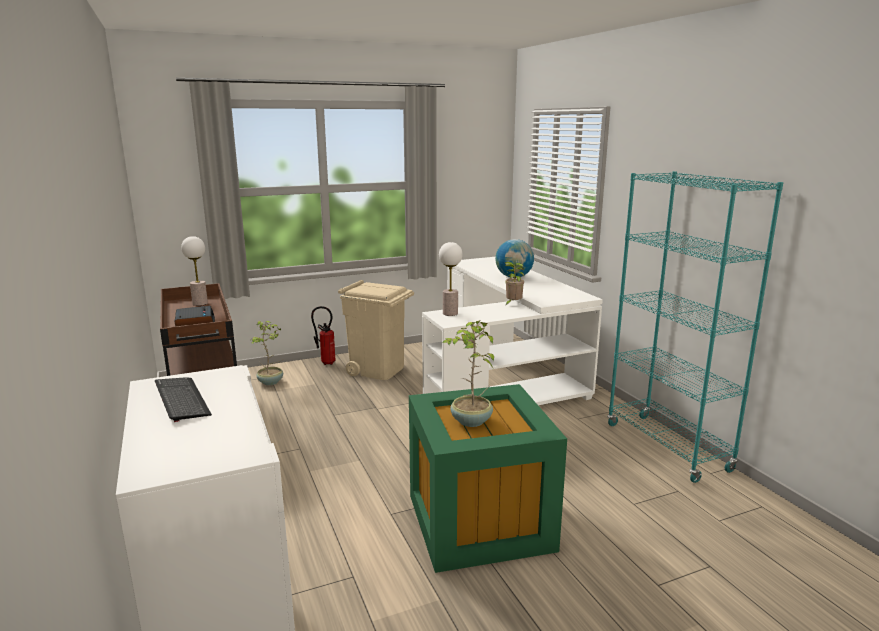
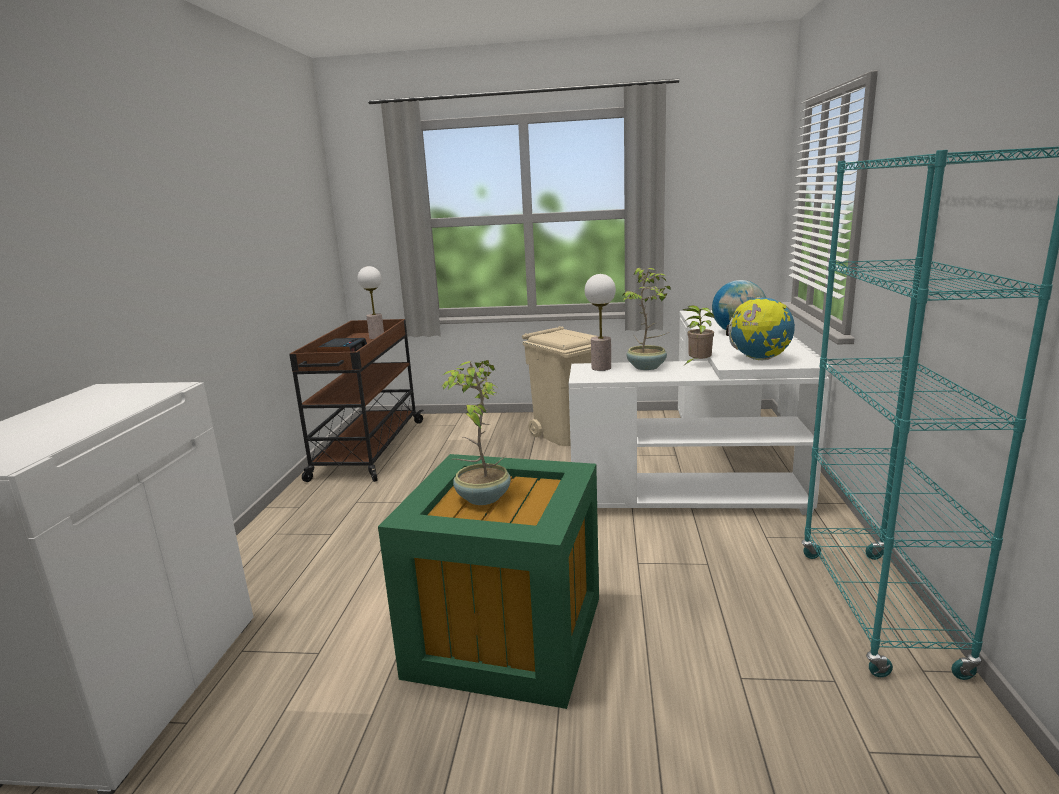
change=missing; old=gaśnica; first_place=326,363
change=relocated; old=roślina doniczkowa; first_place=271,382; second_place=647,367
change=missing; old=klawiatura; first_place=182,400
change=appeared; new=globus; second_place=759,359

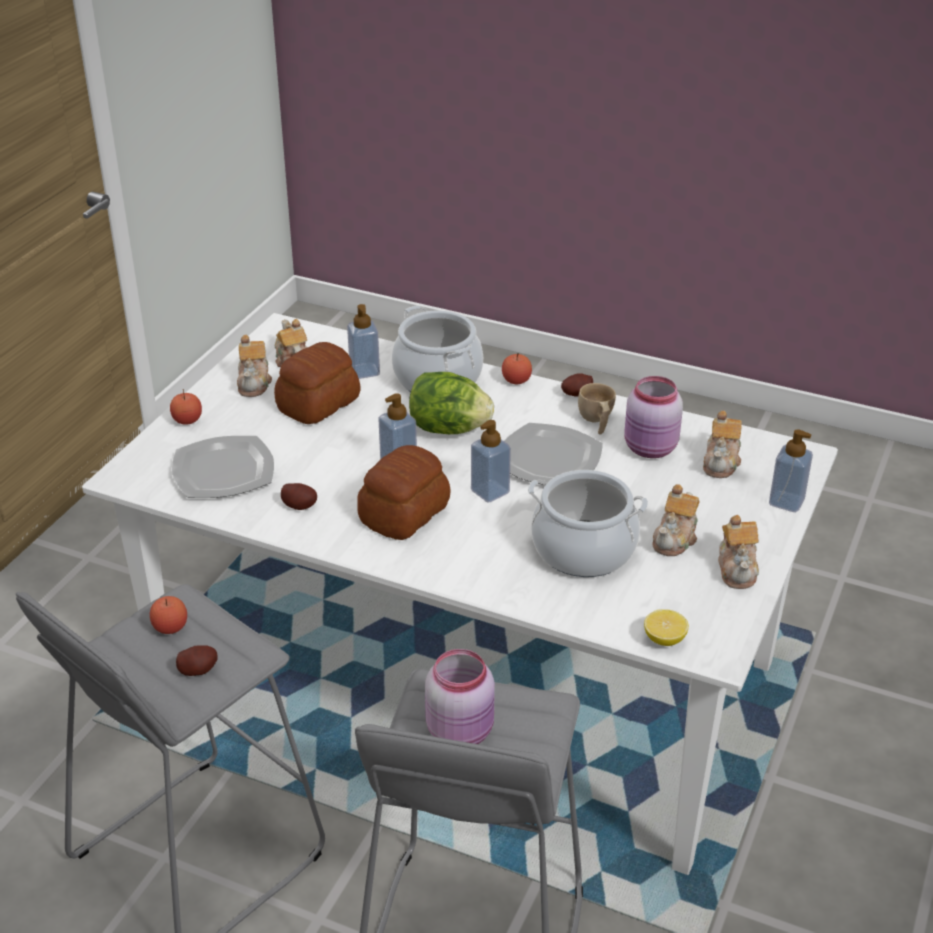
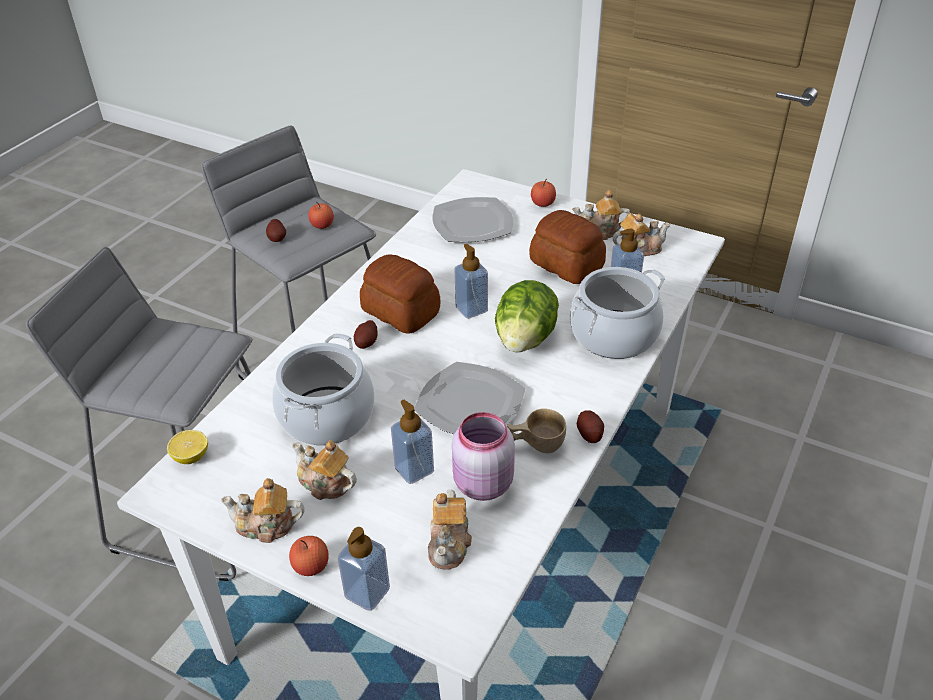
change=relocated; old=jabłko; first_place=516,380; second_place=311,566
change=spun; old=imbryk; first_place=721,462; second_place=449,543; degrees=-105
change=relocated; old=dozownik mydła; first_place=490,491; second_place=414,470
change=relocated; old=ziemniak; first_place=300,505; second_place=366,343
change=missing; old=słoik/różowy; first_place=462,731

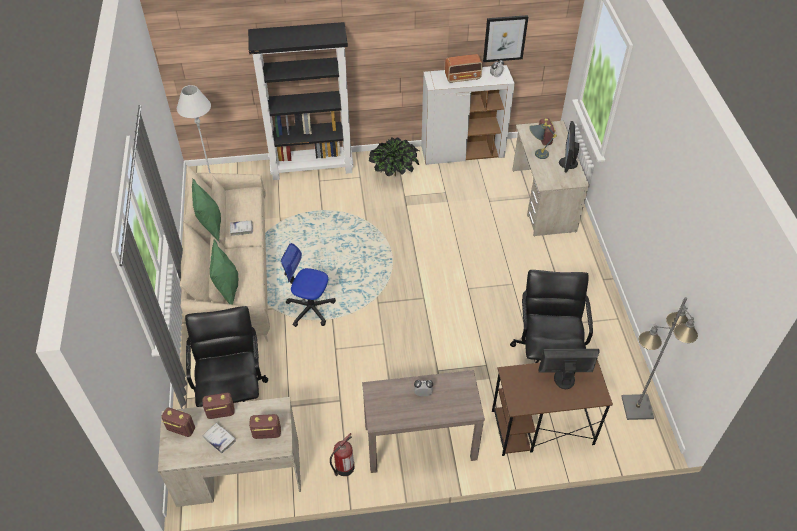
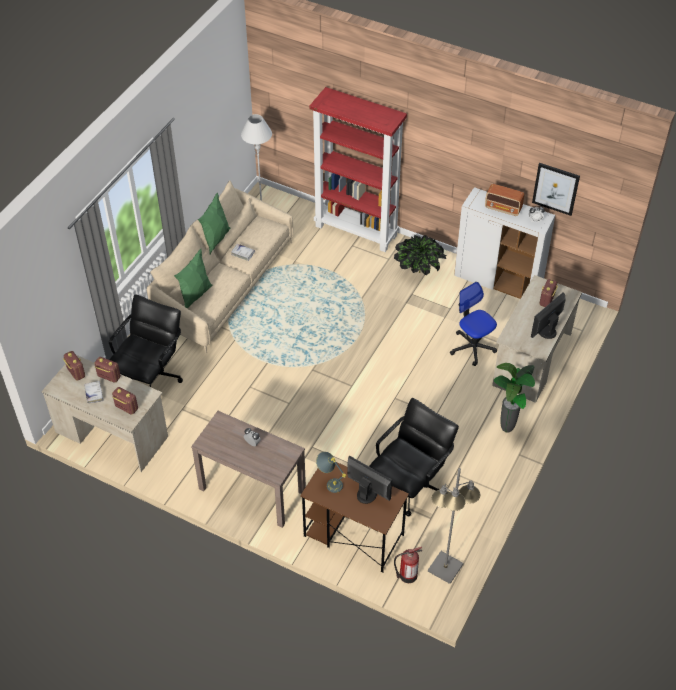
change=colour; old=regał/czarny; new=regał/czerwony; first_place=312,167; second_place=357,231
change=relocated; old=lampa stołowa/szary; first_place=536,154; second_place=329,482
change=relocated; old=krzesło biurowe; first_place=310,308; second_place=472,347
change=relocated; old=gaśnica; first_place=343,468; second_place=407,575
change=appeared; new=roślina doniczkowa; second_place=507,430

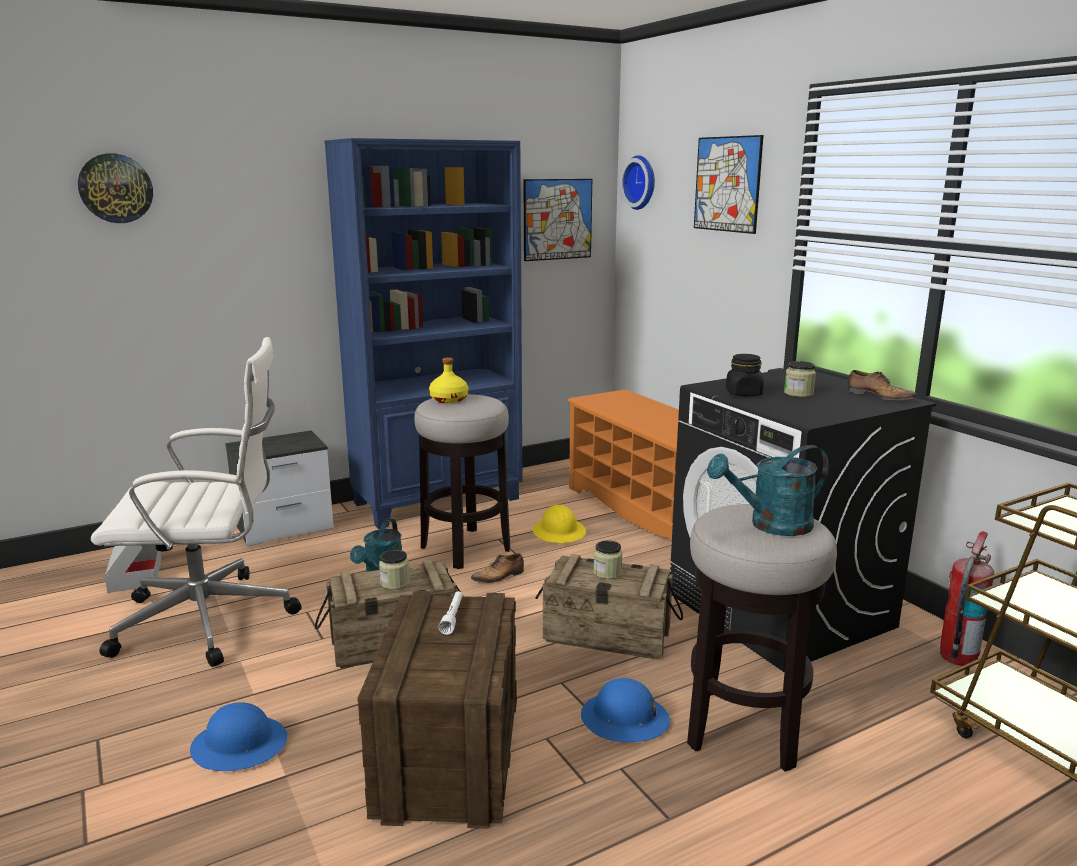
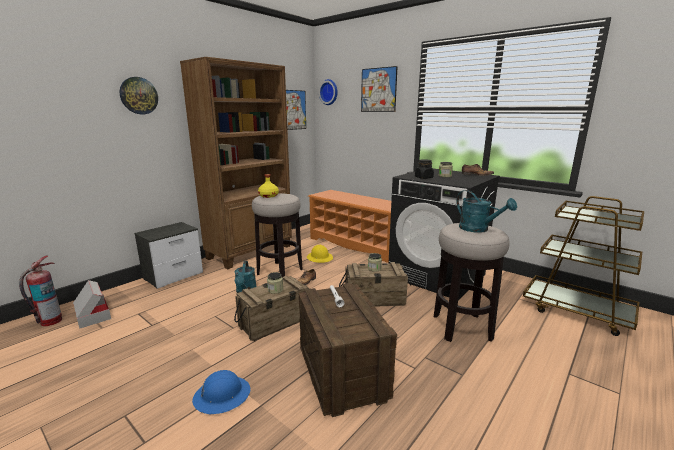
change=colour; old=regał/niebieski; new=regał/brązowy; first_place=438,501; second_place=251,252
change=relocated; old=zegar ścienny; first_place=115,188; second_place=139,95
change=missing; old=krzesło biurowe/biały; first_place=211,620
change=spun; old=konewka/turkusowy; first_place=771,525; second_place=478,229; degrees=-90
change=relocated; old=gaśnica; first_place=957,657; second_place=50,321
change=missing; old=kask/niebieski; first_place=625,720

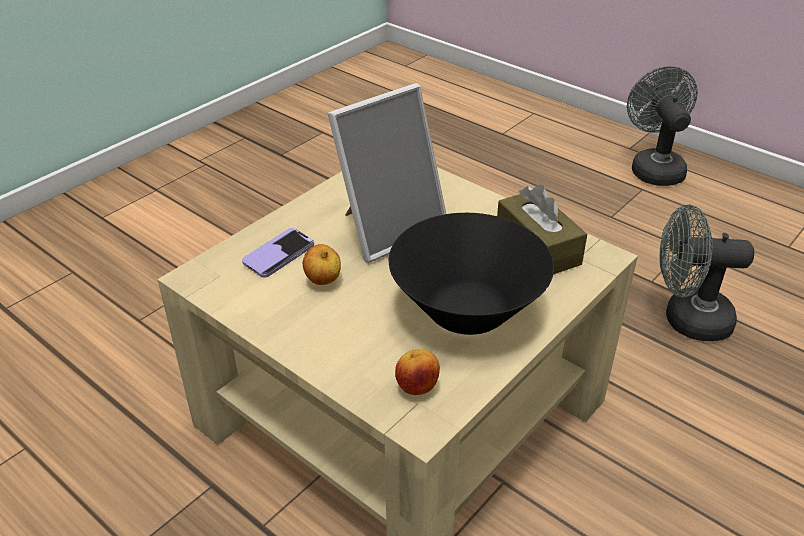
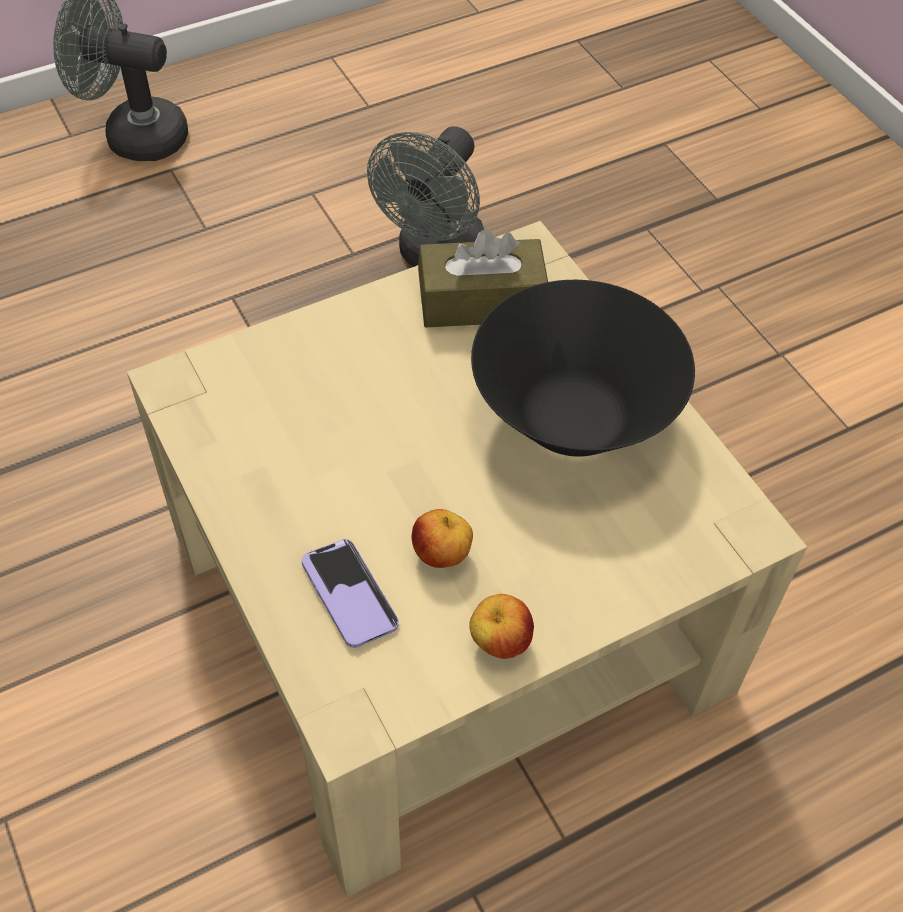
change=missing; old=ramka na zdjęcie; first_place=388,228
change=relocated; old=jabłko; first_place=416,387; second_place=499,642

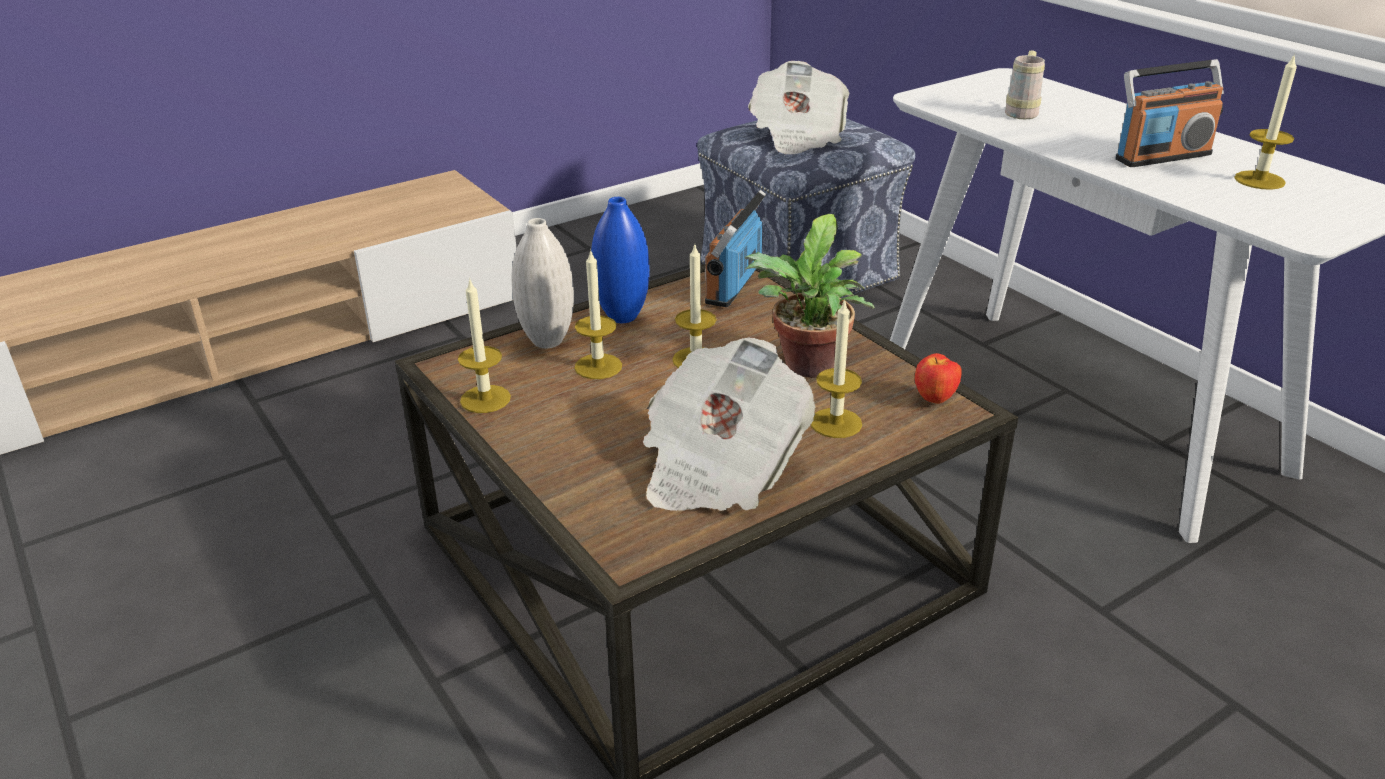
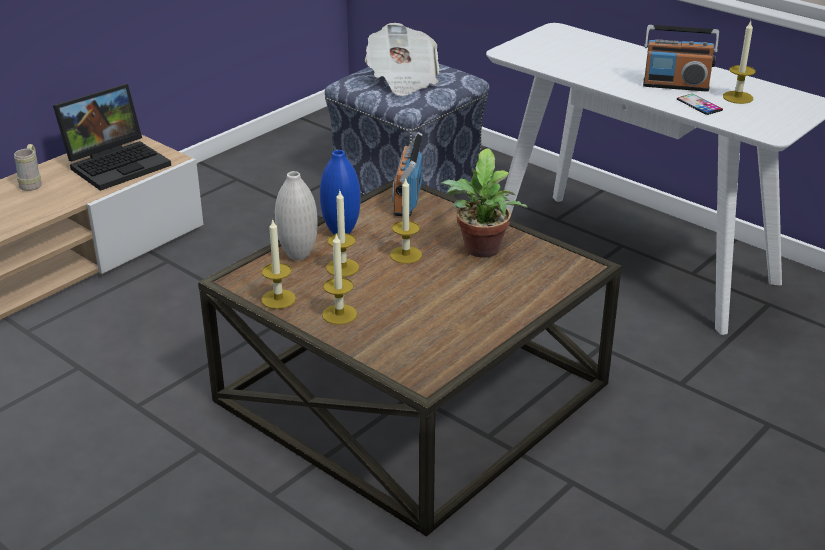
change=relocated; old=kubek/beżowy; first_place=1022,112; second_place=32,183
change=spun; old=radio; first_place=1162,156; second_place=675,85; degrees=45
change=relocated; old=świeca; first_place=836,423; second_place=339,314
change=missing; old=gazeta; first_place=719,467
change=missing; old=jabłko; first_place=935,400
change=appeared; new=laptop; second_place=118,163
change=appeared; new=telefon; second_place=699,105

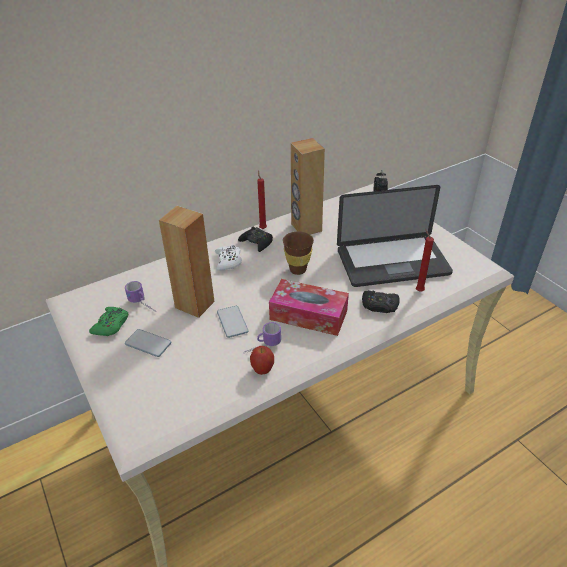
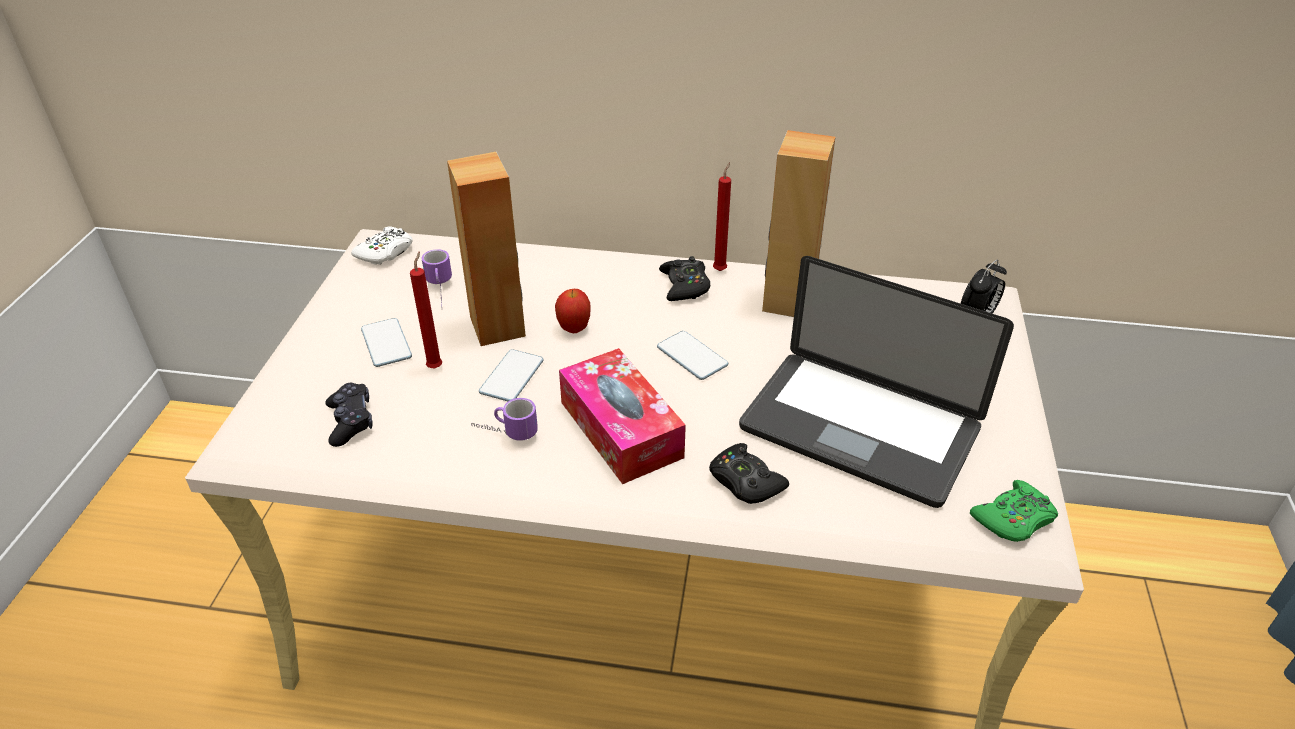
change=relocated; old=świeca/czerwony; first_place=418,290; second_place=436,366
change=exchanged; old=filiżanka/brązowy; new=telefon; first_place=298,270; second_place=692,356
change=relocated; old=pad do gier/biały; first_place=228,261; second_place=385,252
change=relocated; old=pad do gier/zielony; first_place=111,325; second_place=1013,519
change=relocated; old=jabłko; first_place=262,370; second_place=574,329
change=appeared; new=pad do gier/czarny; second_place=351,421

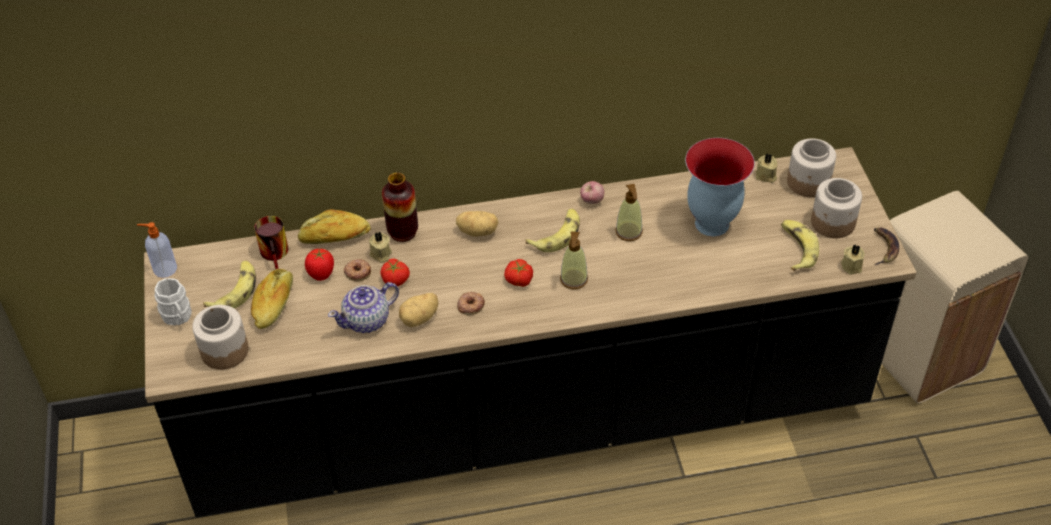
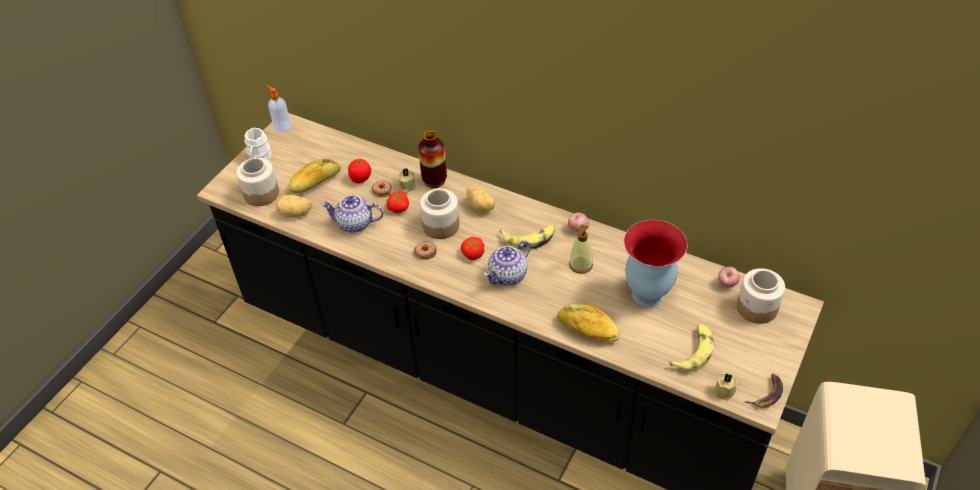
change=exchanged; old=świeca/beżowy; new=jabłko; first_place=766,176; second_place=727,284
change=relocated; old=słoik; first_place=833,223; second_place=440,226
change=relocated; old=chleb; first_place=335,237; second_place=587,329
change=missing; old=kubek; first_place=277,253
change=exchanged; old=dozownik mydła; new=imbryk; first_place=574,279; second_place=508,275
change=missing; old=banan; first_place=235,290
change=relocated; old=ziemniak; first_place=420,318; second_place=296,213

